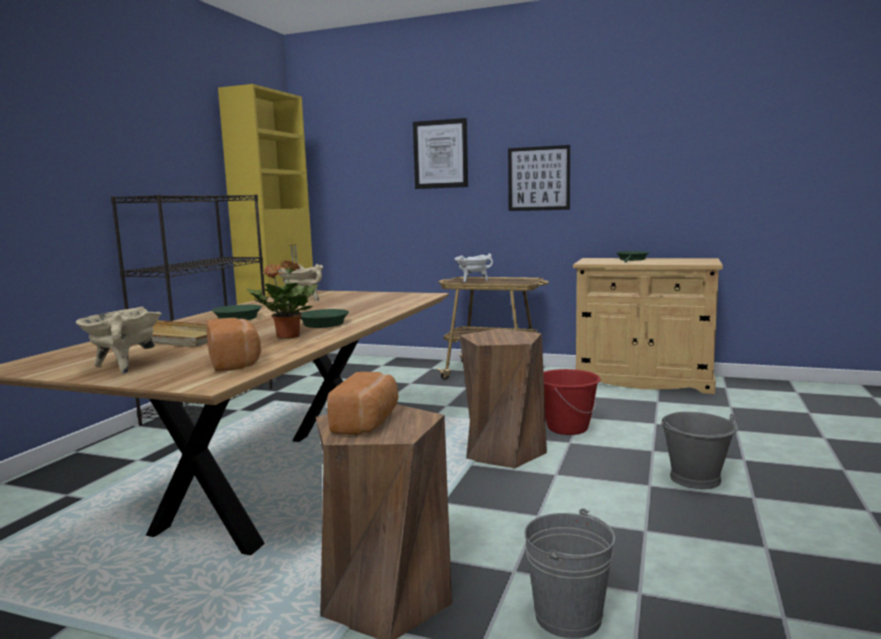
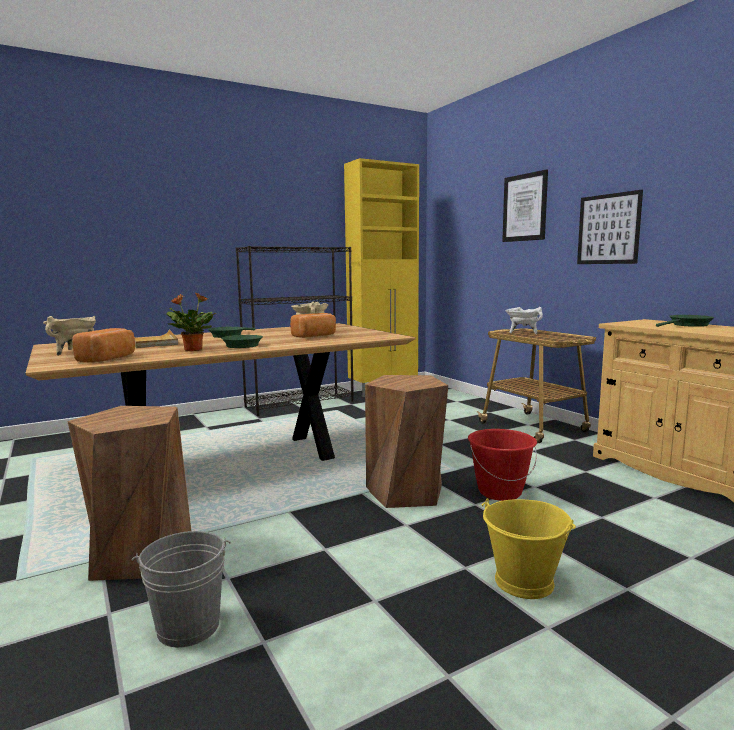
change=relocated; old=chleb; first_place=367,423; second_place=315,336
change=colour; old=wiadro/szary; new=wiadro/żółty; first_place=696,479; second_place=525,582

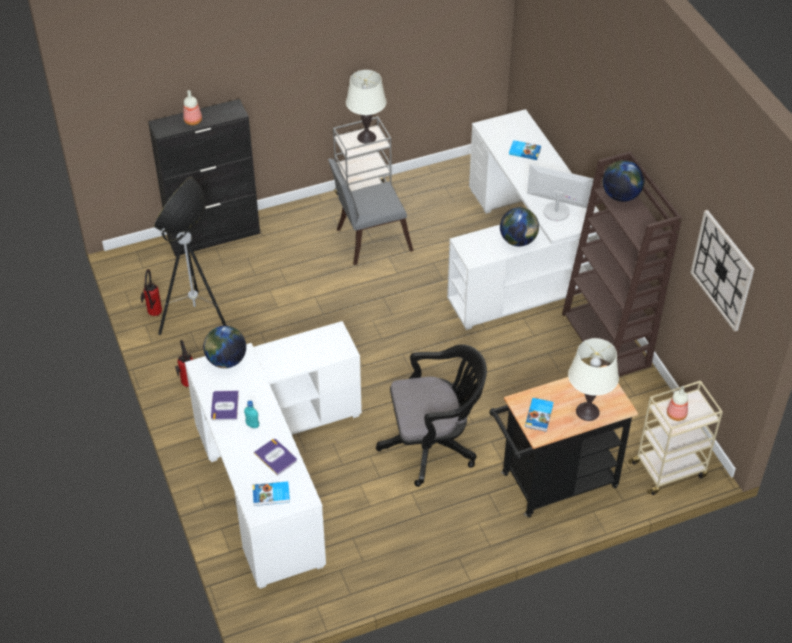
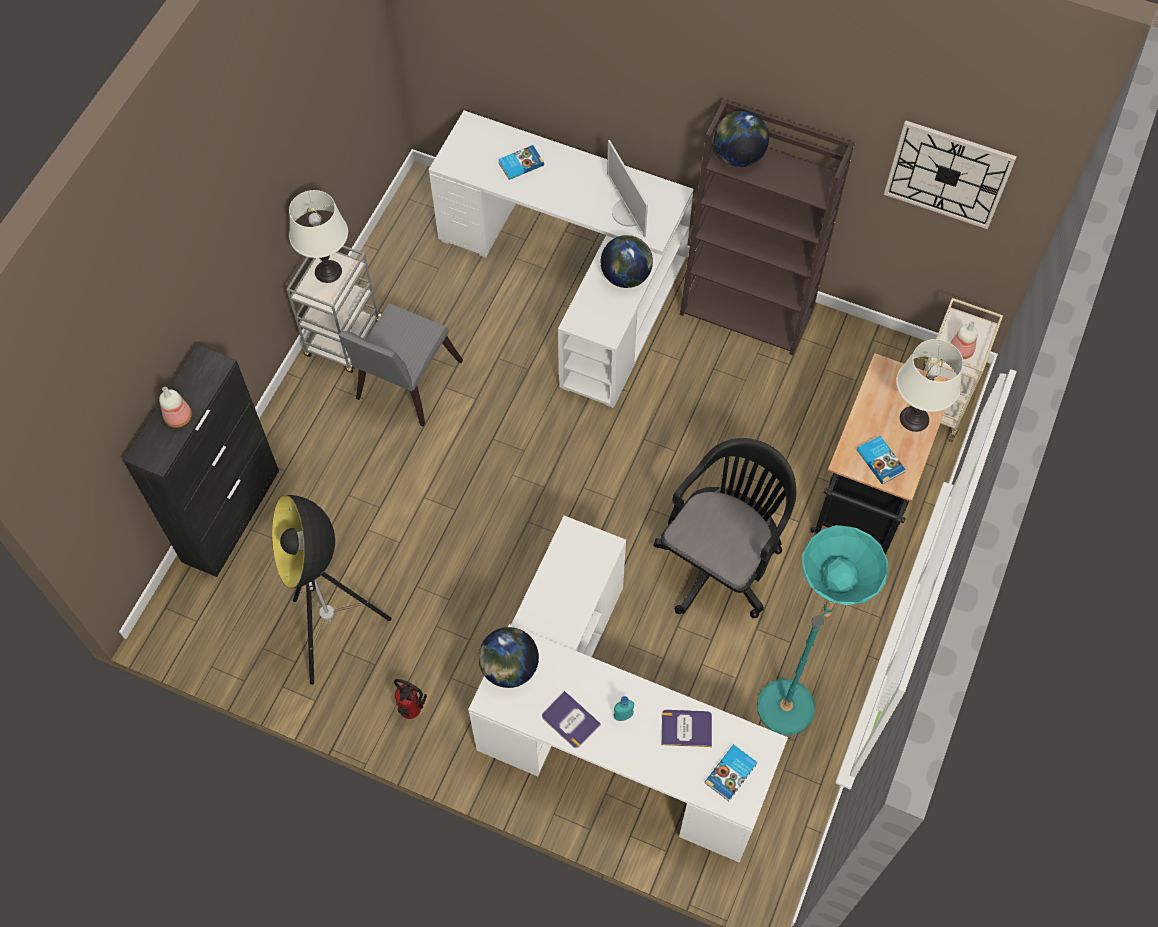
change=spun; old=monitor; first_place=556,211; second_place=629,212; degrees=-90
change=missing; old=gaśnica; first_place=153,314
change=appeared; new=lampa stojąca/turkusowy; second_place=792,697

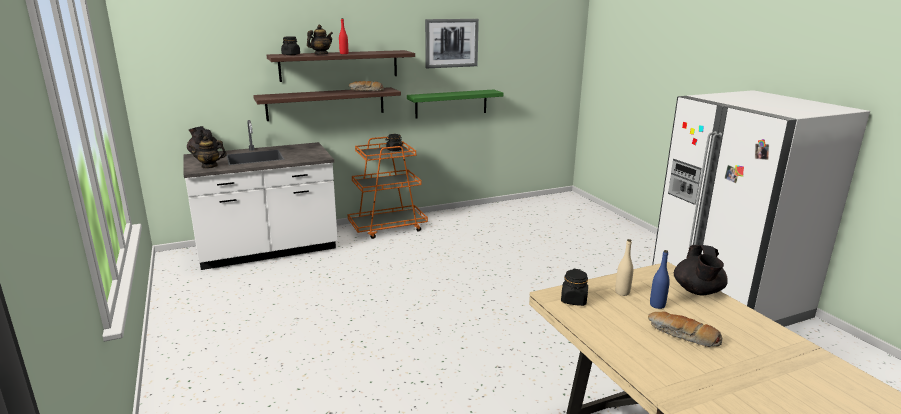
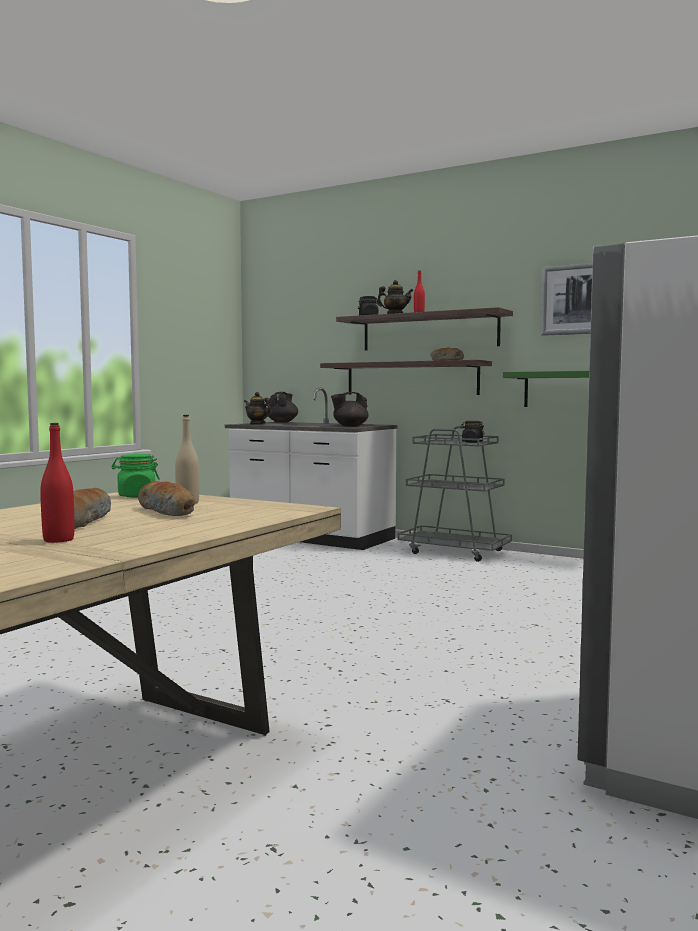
change=colour; old=wózek/pomarańczowy; new=wózek/szary; first_place=388,227; second_place=454,552
change=relocated; old=imbryk/czarny; first_place=697,291; second_place=350,426
change=exchanged; old=butelka/niebieski; new=chleb; first_place=657,305; second_place=168,511
change=colour; old=słoik/czarny; new=słoik/zielony; first_place=574,300; second_place=136,496
change=appeared; new=butelka/czerwony; second_place=58,540

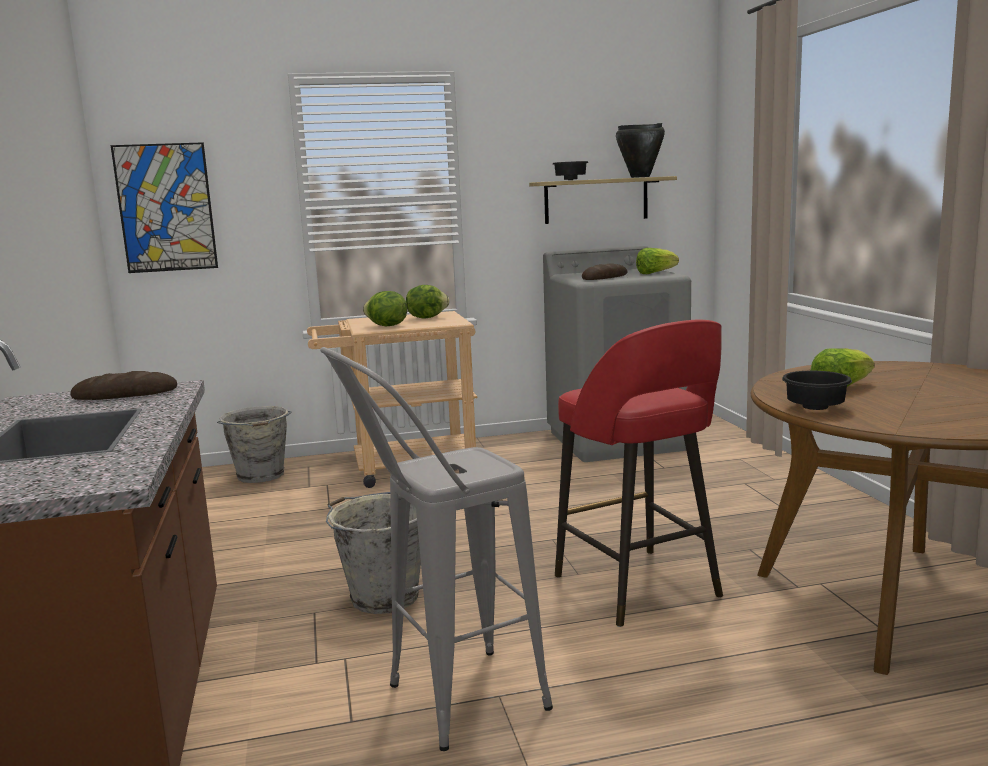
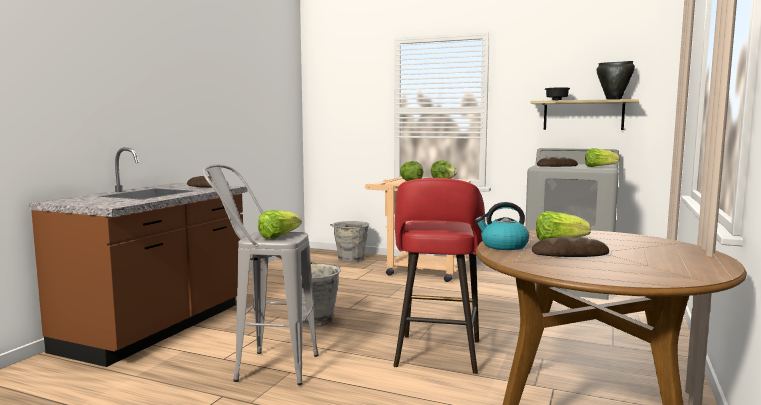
change=missing; old=obraz; first_place=166,208
change=exchanged; old=miska/czarny; new=czajnik; first_place=817,408; second_place=503,246
change=appeared; new=sałata; second_place=278,236
change=appeared; new=chleb; second_place=570,254

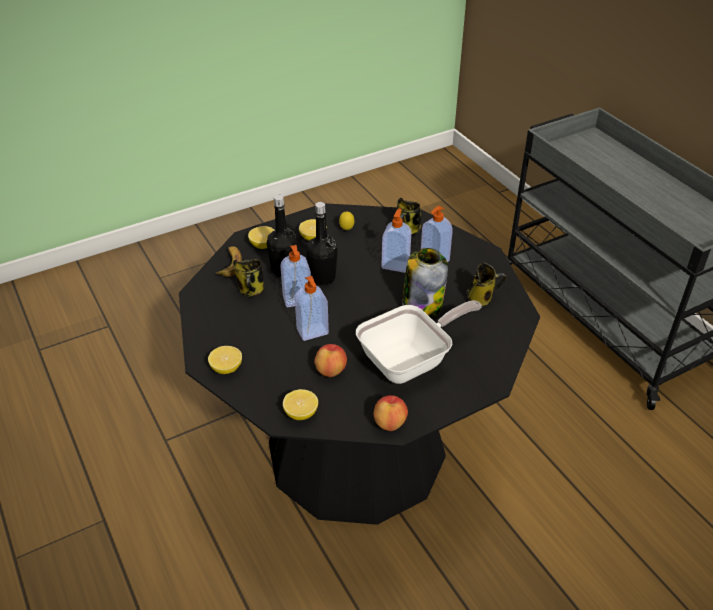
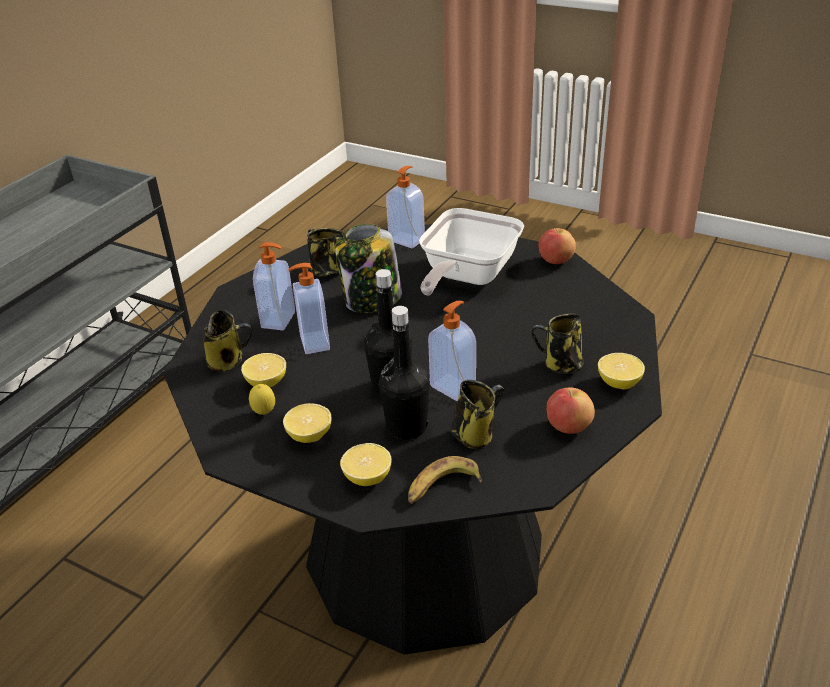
change=relocated; old=dozownik mydła; first_place=313,332; second_place=407,240
change=spun; old=patelnia; first_place=411,361; second_place=466,277; degrees=-90
change=relocated; old=jabłko; first_place=331,370; second_place=568,427
change=relocated; old=cytryna; first_place=301,413; second_place=266,382
change=appeared; new=kubek; second_place=560,365

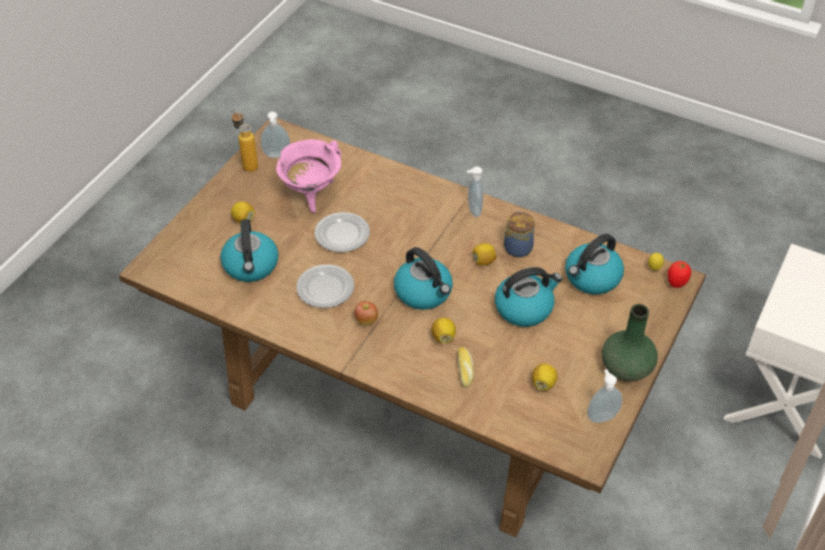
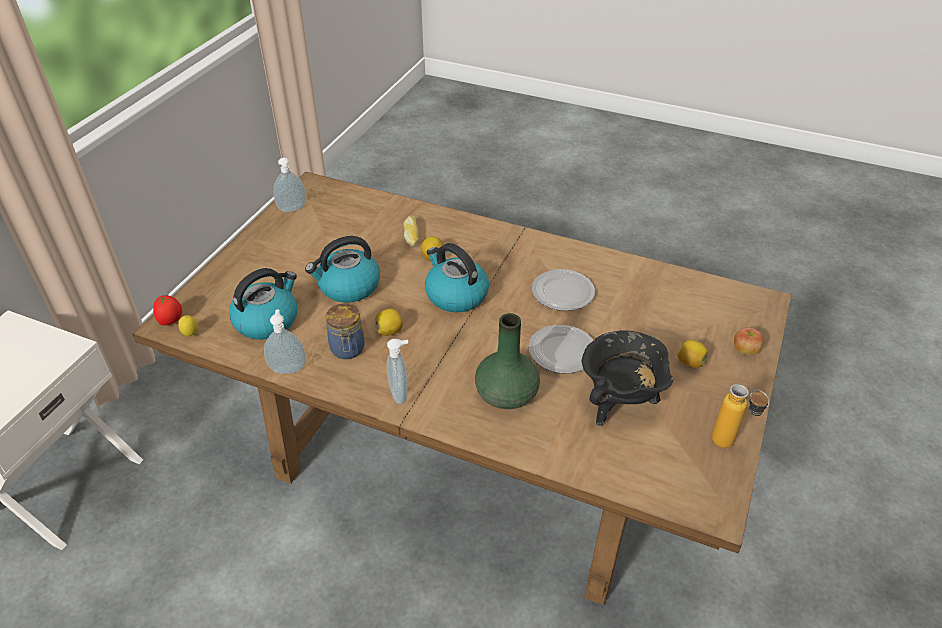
change=relocated; old=dozownik mydła; first_place=276,156; second_place=288,368
change=colour; old=garnek/różowy; new=garnek/czarny; first_place=311,194; second_place=619,403
change=missing; old=czajnik; first_place=251,266
change=relocated; old=jabłko; first_place=366,321; second_place=745,351
change=relocated; old=wazon/zielony; first_place=626,368; second_place=506,394
change=missing; old=cytryna; first_place=543,383

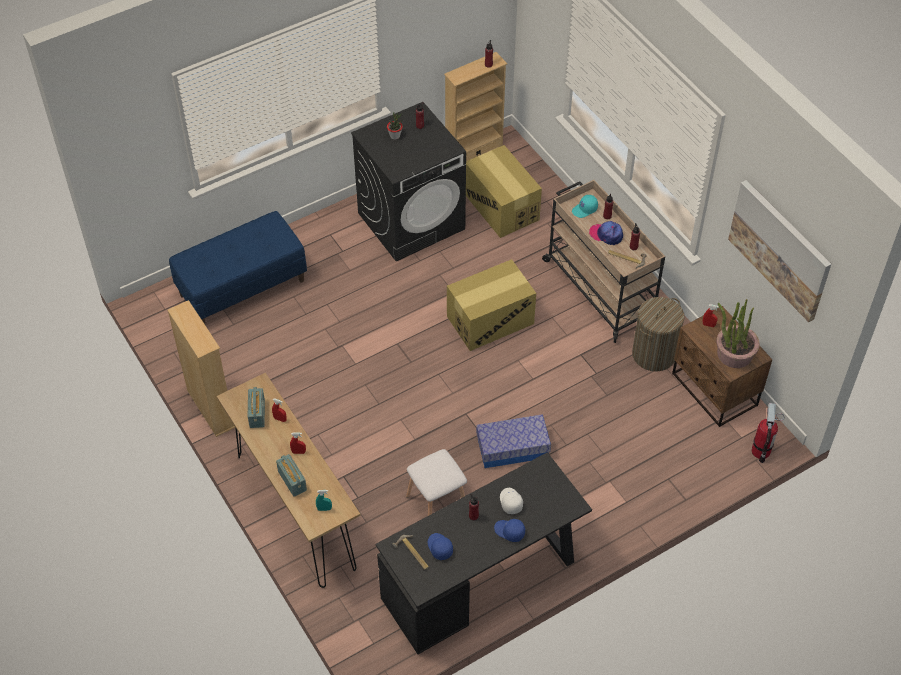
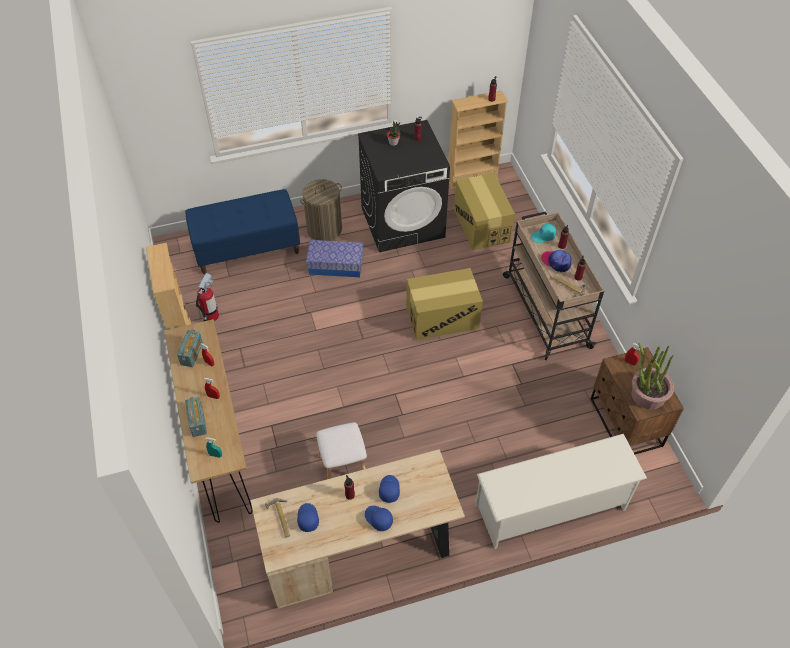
change=missing; old=obraz; first_place=780,249
change=relocated; old=kosz na pranie; first_place=654,354; second_place=324,229
change=relocated; old=gaśnica; first_place=761,451; second_place=211,316
change=relocated; old=pojemnik do przechowywania; first_place=512,448; second_place=336,265
change=colour; old=biurko/czarny; new=biurko/beżowy; first_place=483,580; second_place=360,551
change=colour; old=czapka z daszkiem/biały; new=czapka z daszkiem/niebieski; first_place=510,502; second_place=389,490
change=appeared; new=regał na buty/biały; second_place=551,507

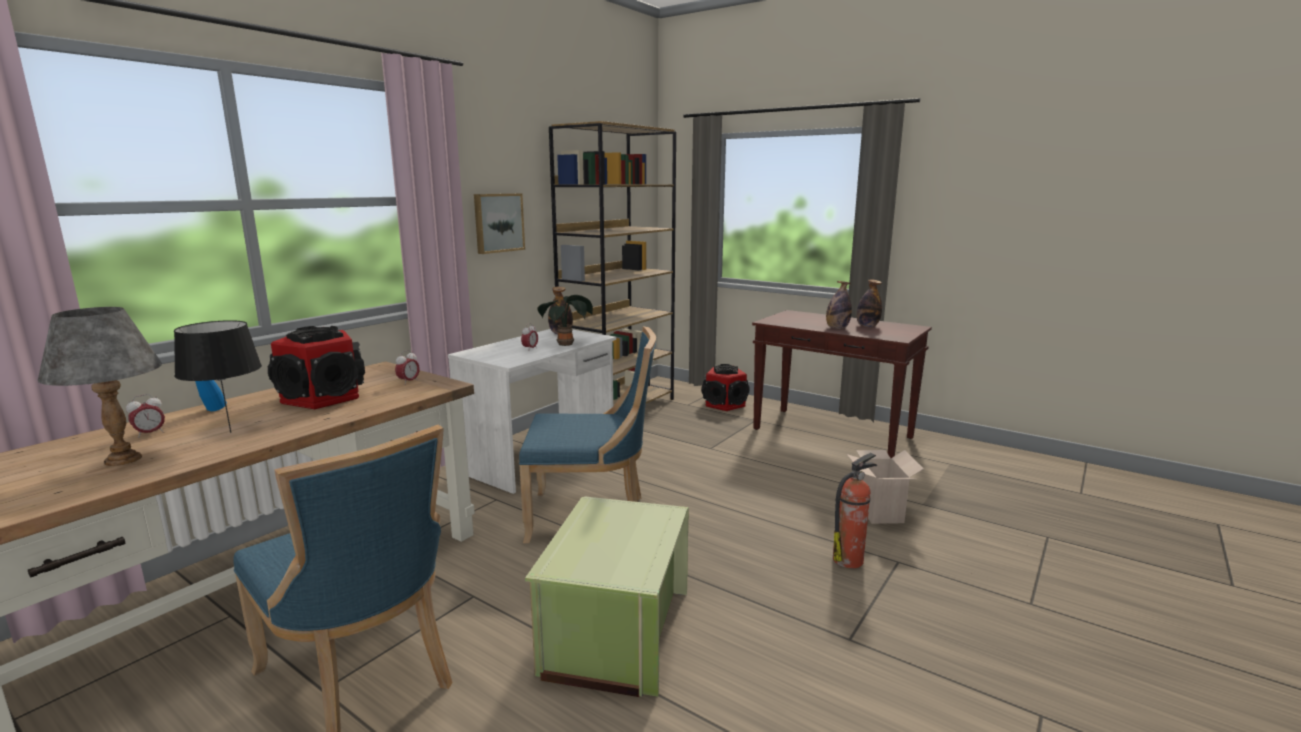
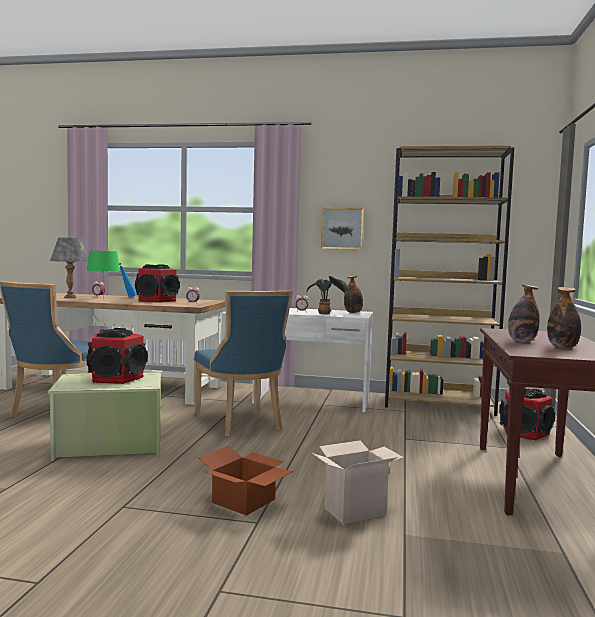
change=colour; old=lampa stołowa/czarny; new=lampa stołowa/zielony; first_place=229,433; second_place=103,299
change=exchanged; old=gaśnica; new=karton; first_place=849,559; second_place=244,502
change=appeared; new=głośnik; second_place=116,378

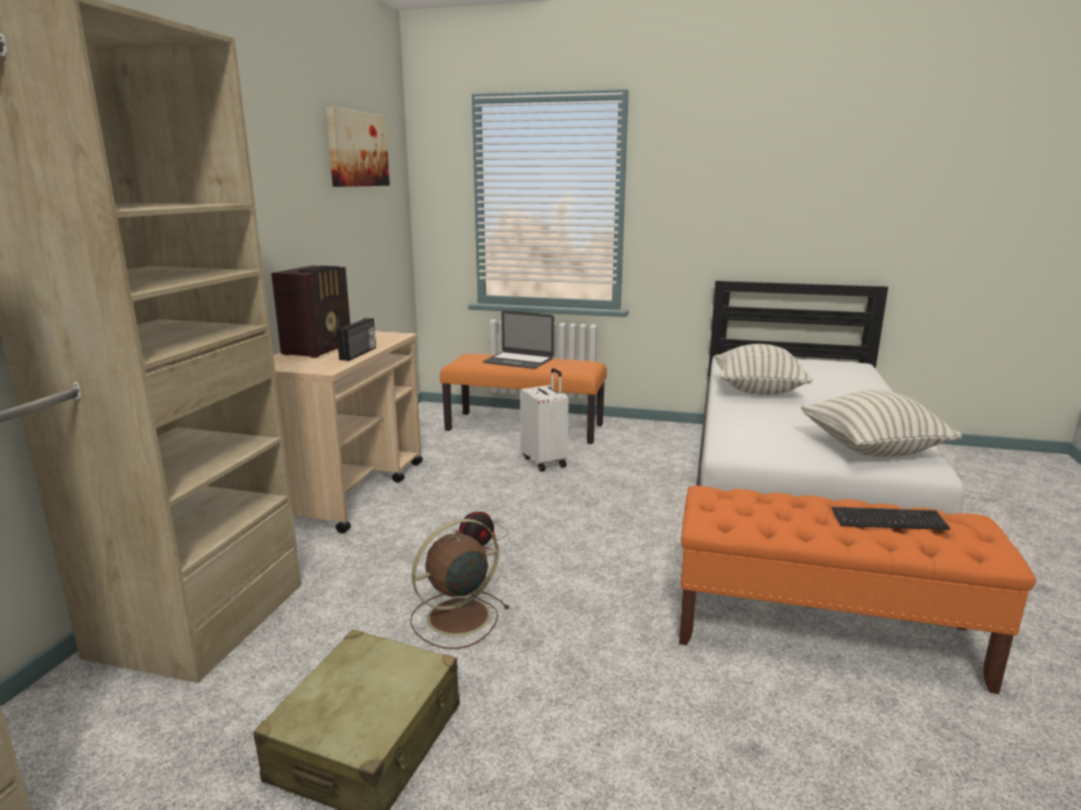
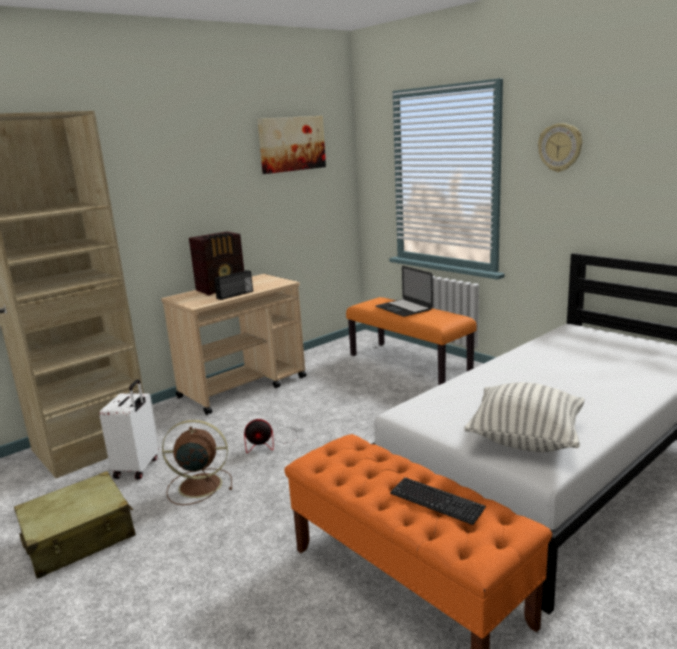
change=missing; old=poduszka; first_place=758,390
change=relocated; old=walizka/biały; first_place=545,462; second_place=138,468
change=appeared; new=zegar ścienny; second_place=560,147

